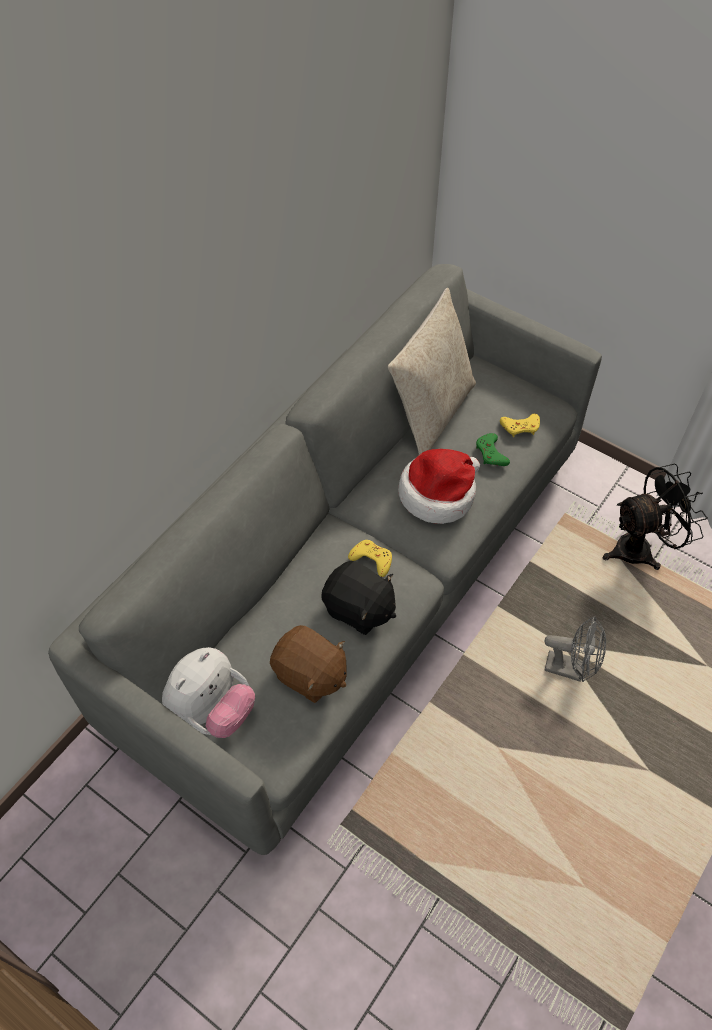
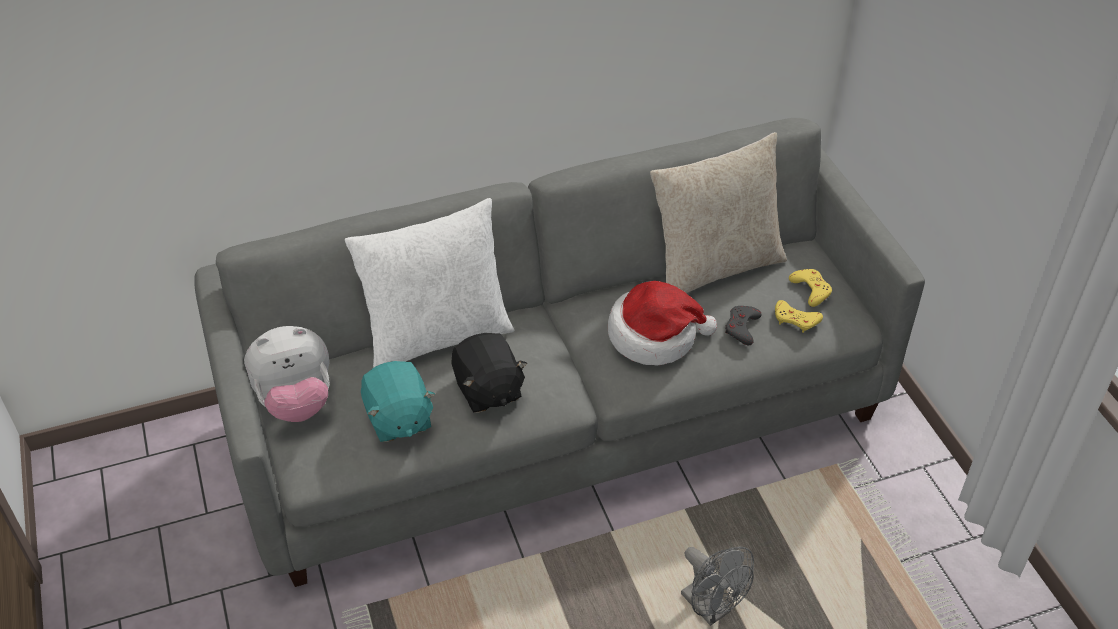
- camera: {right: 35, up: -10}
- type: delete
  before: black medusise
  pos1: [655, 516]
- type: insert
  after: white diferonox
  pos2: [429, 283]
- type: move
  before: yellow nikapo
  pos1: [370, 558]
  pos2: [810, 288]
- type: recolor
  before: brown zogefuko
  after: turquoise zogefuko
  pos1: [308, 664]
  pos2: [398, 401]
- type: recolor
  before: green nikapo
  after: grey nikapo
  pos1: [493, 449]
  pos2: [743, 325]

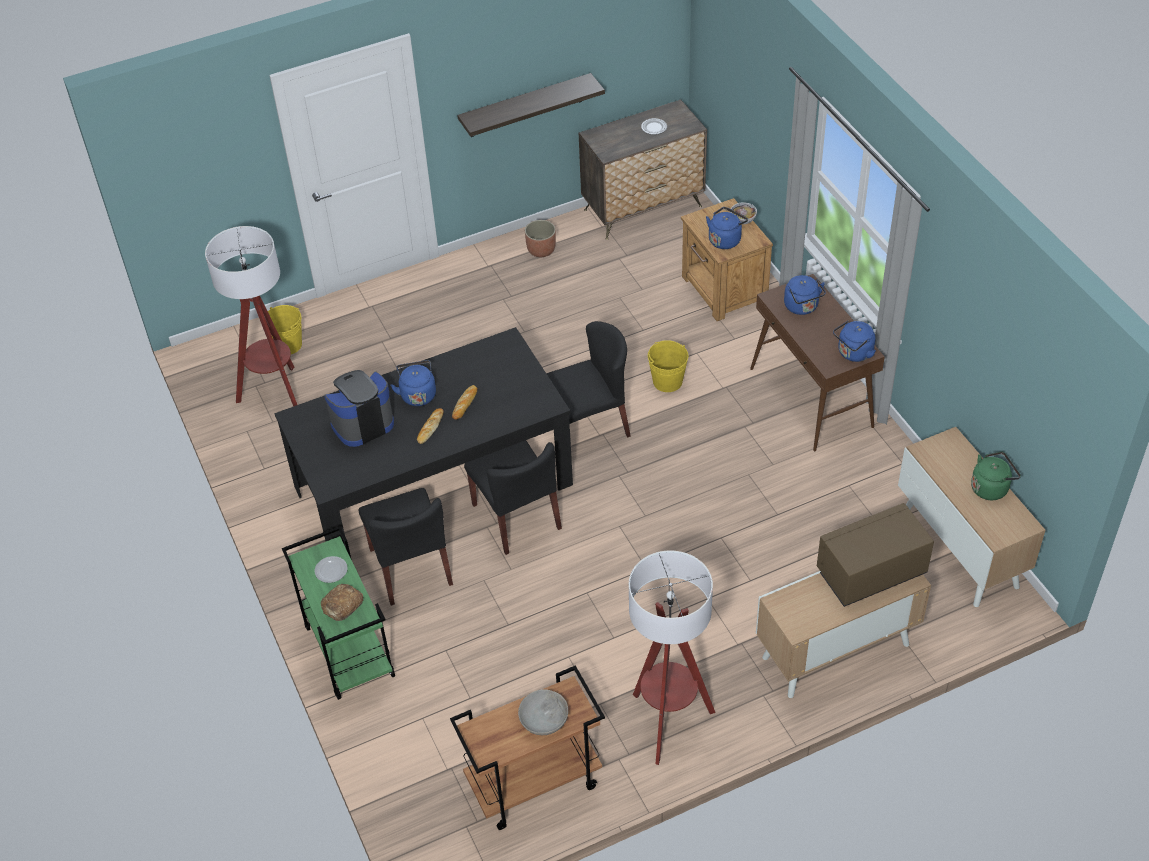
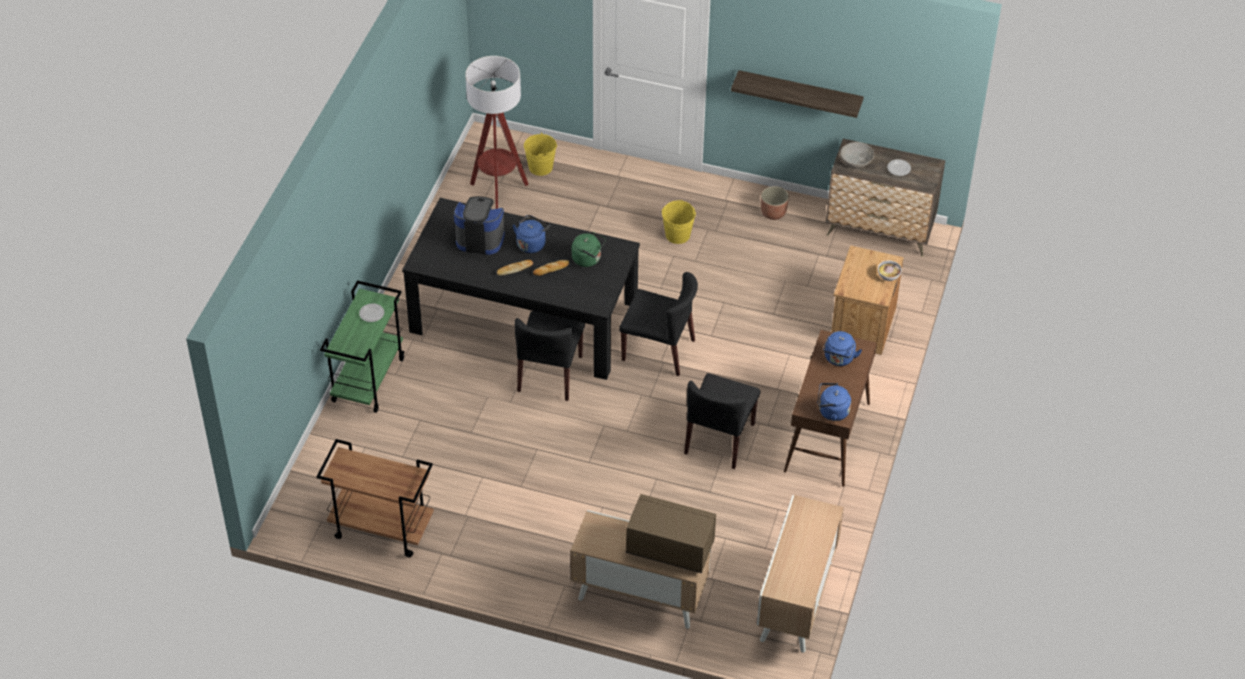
- camera: {right: 40, up: 0}
- type: delete
  before: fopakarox
  pos1: [342, 602]
- type: delete
  before: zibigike
  pos1: [672, 657]
- type: delete
  before: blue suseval
  pos1: [727, 228]
- type: move
  before: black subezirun
  pos1: [405, 547]
  pos2: [722, 421]
- type: move
  before: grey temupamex
  pos1: [543, 712]
  pos2: [857, 155]
- type: move
  before: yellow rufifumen
  pos1: [668, 366]
  pos2: [678, 222]
- type: move
  before: green suseval
  pos1: [996, 476]
  pos2: [589, 249]

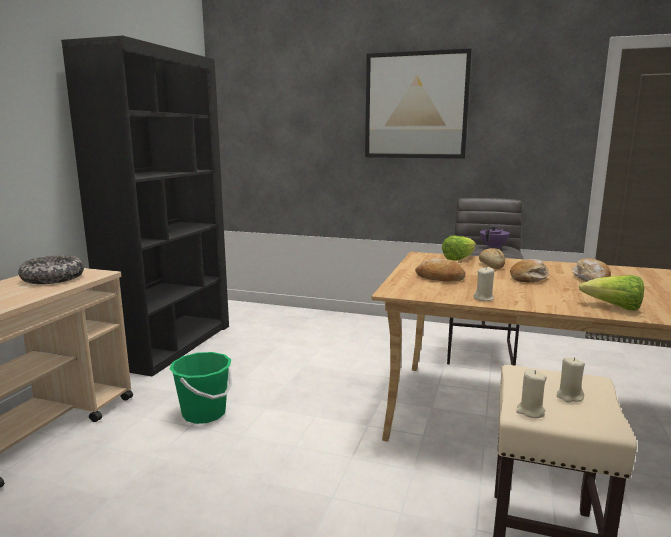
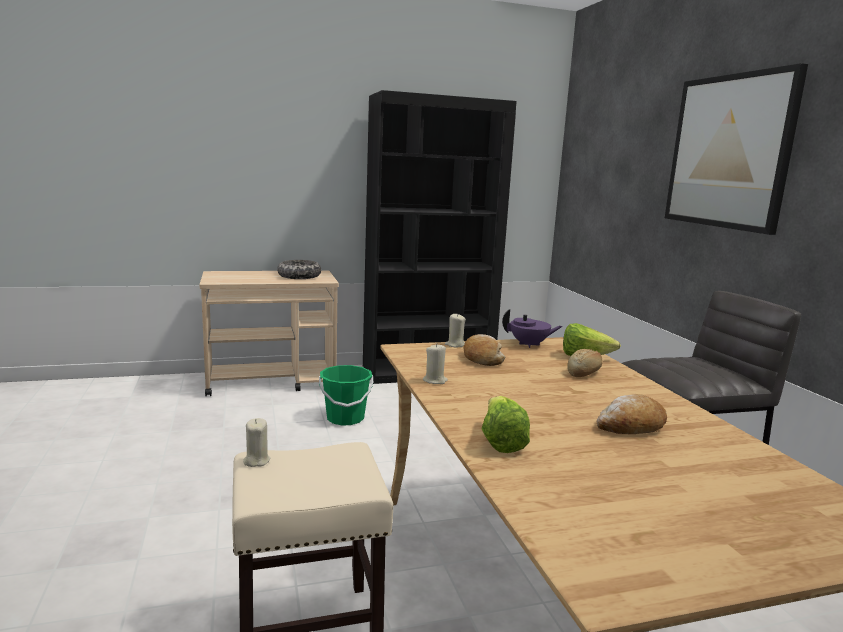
- camera: {right: 55, up: 0}
- type: delete
  before: fopakarox
  pos1: [529, 271]
- type: move
  before: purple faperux
  pos1: [495, 236]
  pos2: [532, 328]
- type: move
  before: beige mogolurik
  pos1: [571, 379]
  pos2: [455, 330]

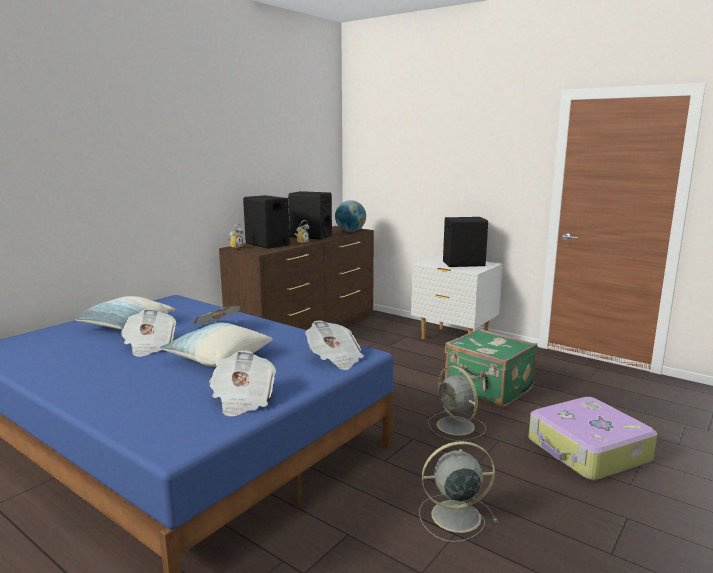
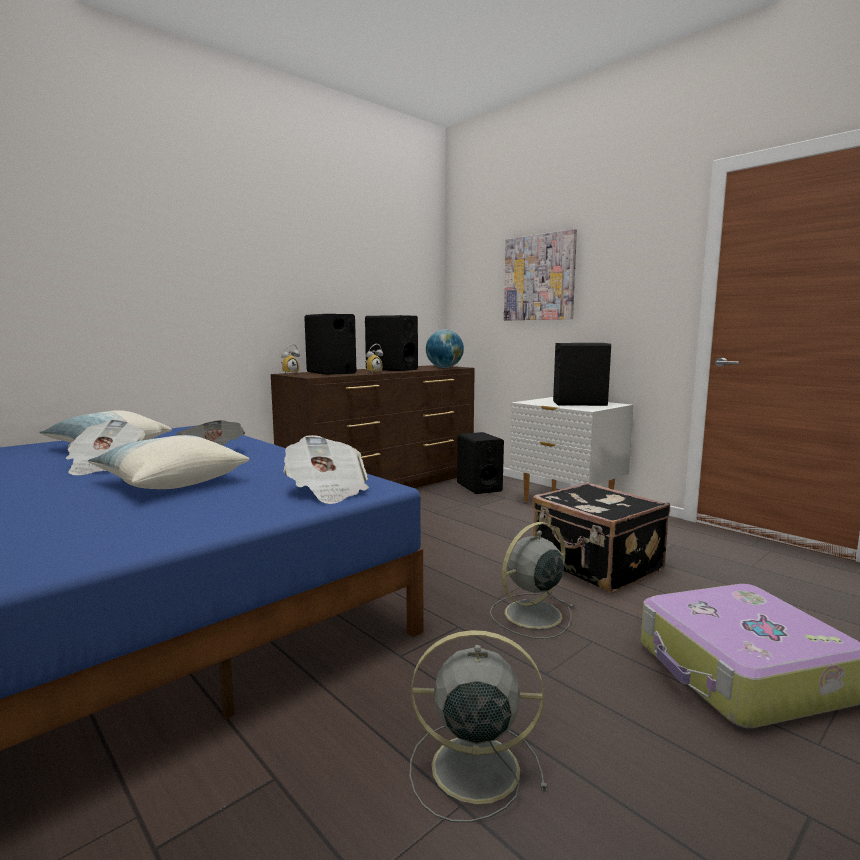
- camera: {right: 10, up: -5}
- type: delete
  before: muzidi
  pos1: [242, 384]
- type: insert
  after: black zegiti
  pos2: [480, 463]
- type: insert
  after: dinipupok
  pos2: [540, 274]
- type: recolor
  before: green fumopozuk
  after: black fumopozuk
  pos1: [491, 367]
  pos2: [601, 537]
- type: rotate
  before: grey medusise
  pos1: [457, 403]
  pos2: [532, 580]
  turn: 75

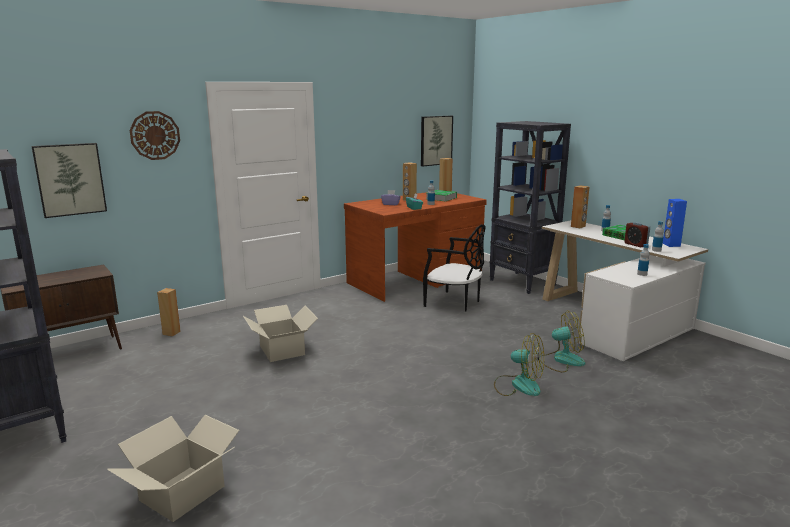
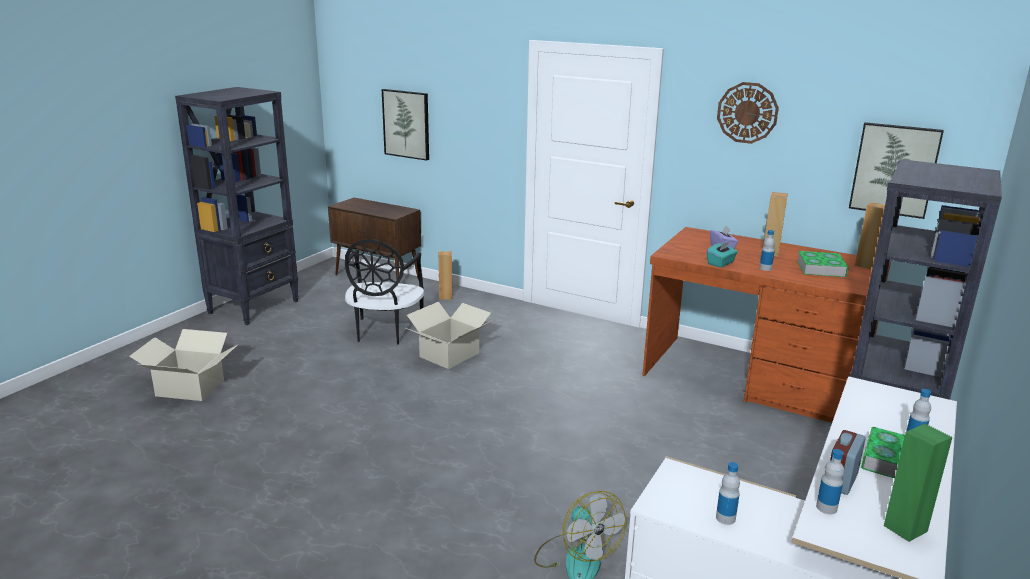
- camera: {right: 65, up: 5}
- type: delete
  before: medusise
  pos1: [519, 364]
- type: delete
  before: brown zegiti
  pos1: [580, 206]
- type: move
  before: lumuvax
  pos1: [155, 135]
  pos2: [748, 113]
- type: move
  before: black subezirun
  pos1: [454, 268]
  pos2: [384, 292]
- type: recolor
  before: blue zegiti
  after: green zegiti
  pos1: [675, 223]
  pos2: [918, 483]

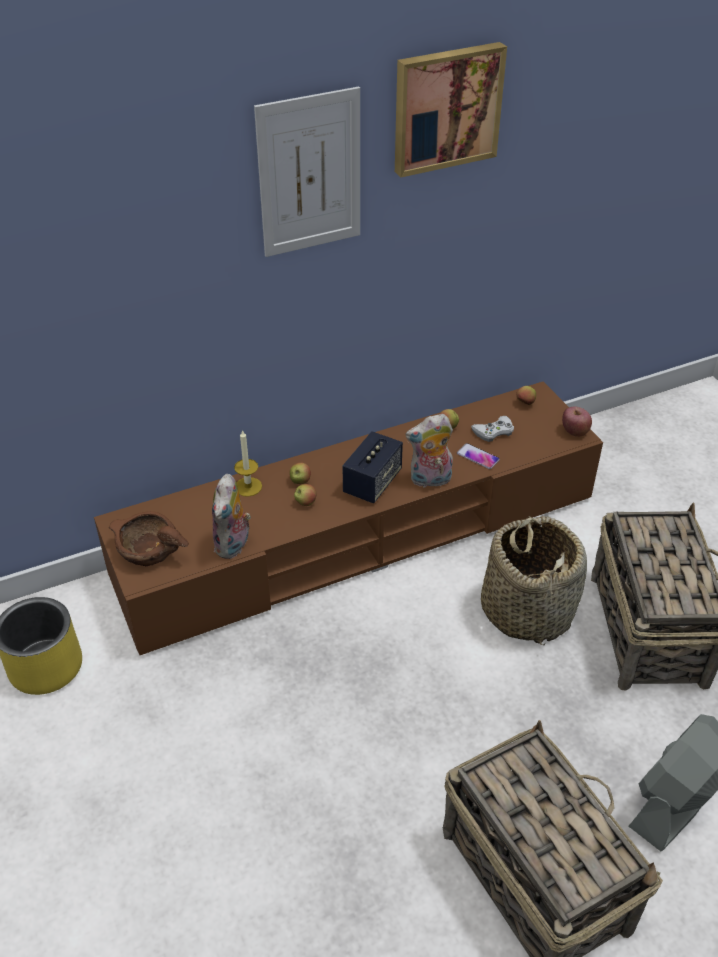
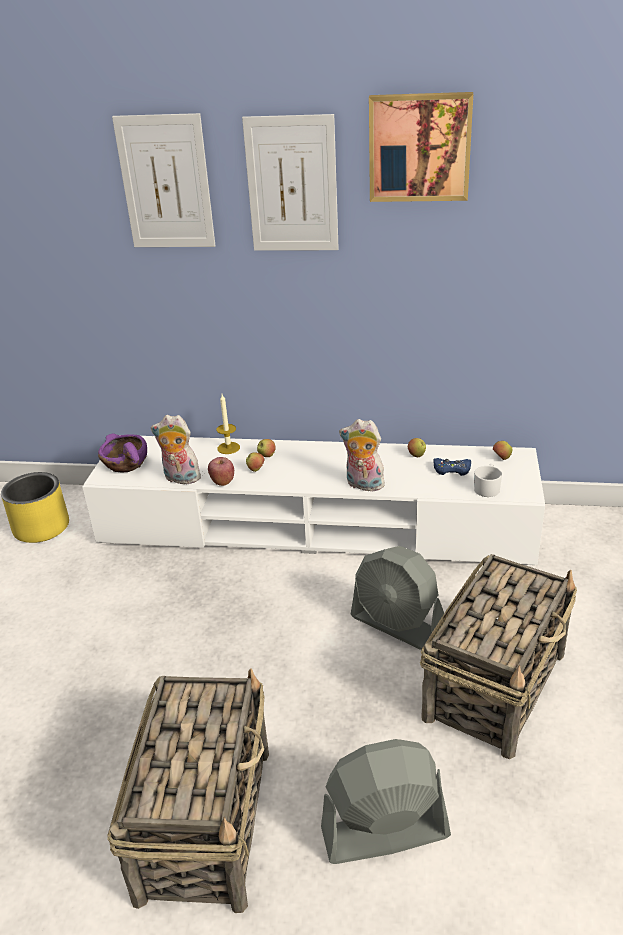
- camera: {right: 35, up: -10}
- type: delete
  before: zegiti
  pos1: [373, 467]
- type: delete
  before: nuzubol
  pos1: [478, 456]
- type: insert
  after: dinipupok
  pos2: [164, 180]
- type: insert
  after: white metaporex
  pos2: [488, 480]
- type: move
  before: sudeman
  pos1: [577, 421]
  pos2: [221, 471]
- type: replace
  before: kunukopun
  after: grey medusise
  pos1: [534, 580]
  pos2: [398, 598]
- type: recolor
  before: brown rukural
  after: white rukural
  pos1: [348, 518]
  pos2: [313, 500]
- type: recolor
  before: brown temupamex
  after: purple temupamex
  pos1: [149, 538]
  pos2: [122, 453]
- type: recolor
  before: white nikapo
  after: blue nikapo
  pos1: [492, 429]
  pos2: [452, 467]
- type: rotate
  before: zogefuko
  pos1: [231, 516]
  pos2: [176, 449]
  turn: 60

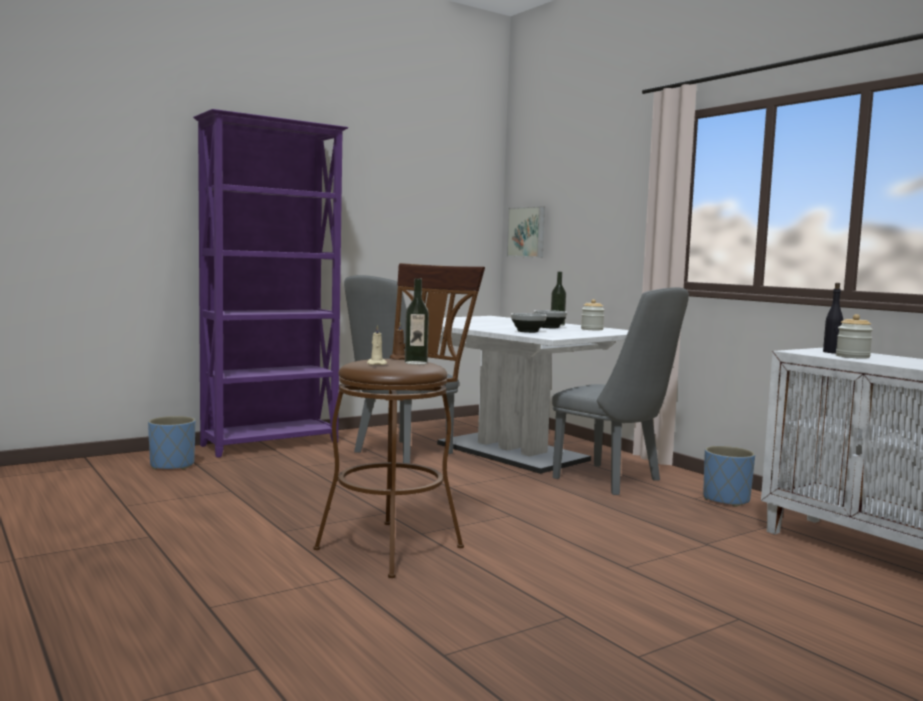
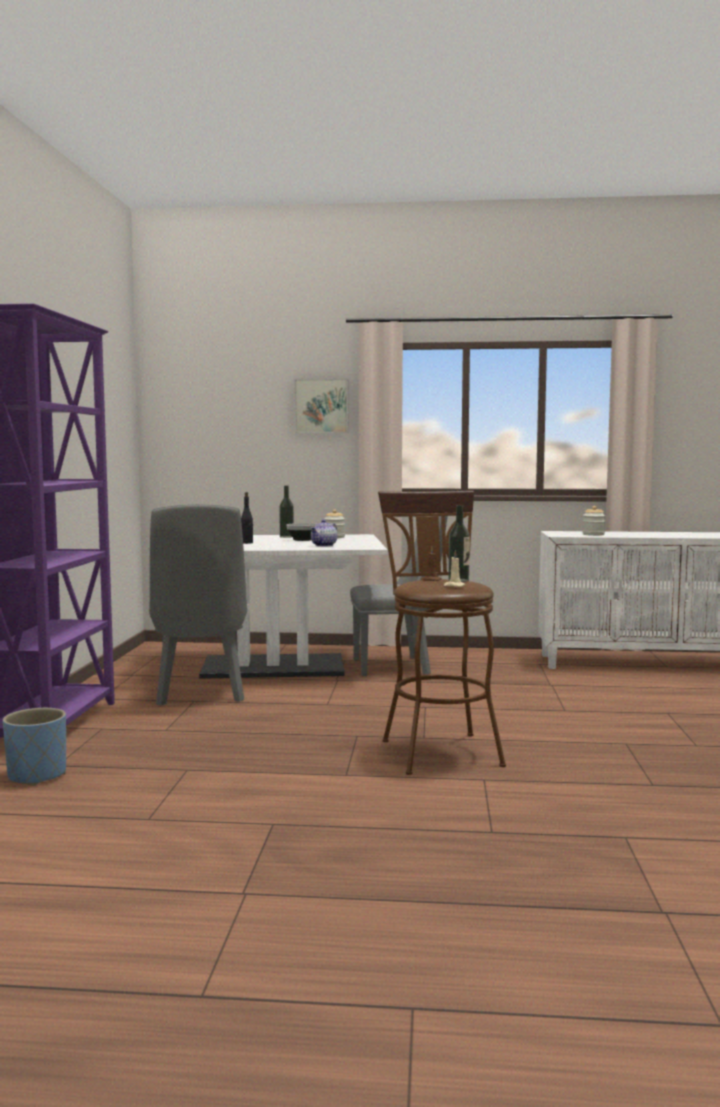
- camera: {right: -50, up: 0}
- type: delete
  before: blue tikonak
  pos1: [729, 476]
- type: move
  before: dinipupok
  pos1: [526, 232]
  pos2: [321, 406]
- type: move
  before: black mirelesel
  pos1: [833, 318]
  pos2: [247, 518]
- type: replace
  before: temupamex
  after: faperux
  pos1: [529, 323]
  pos2: [324, 533]

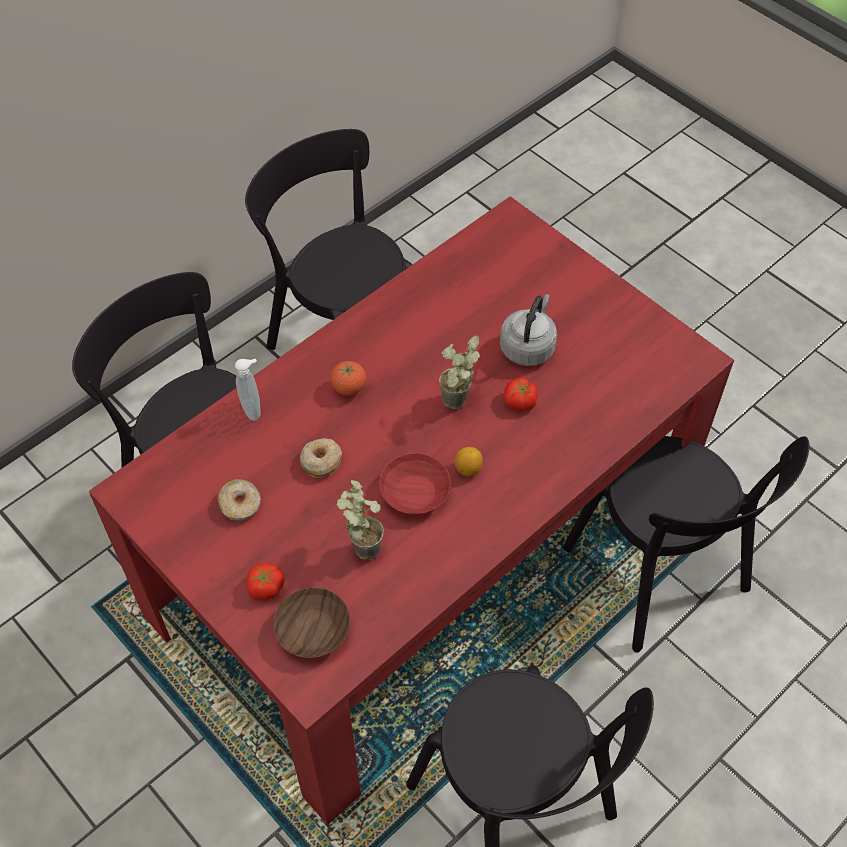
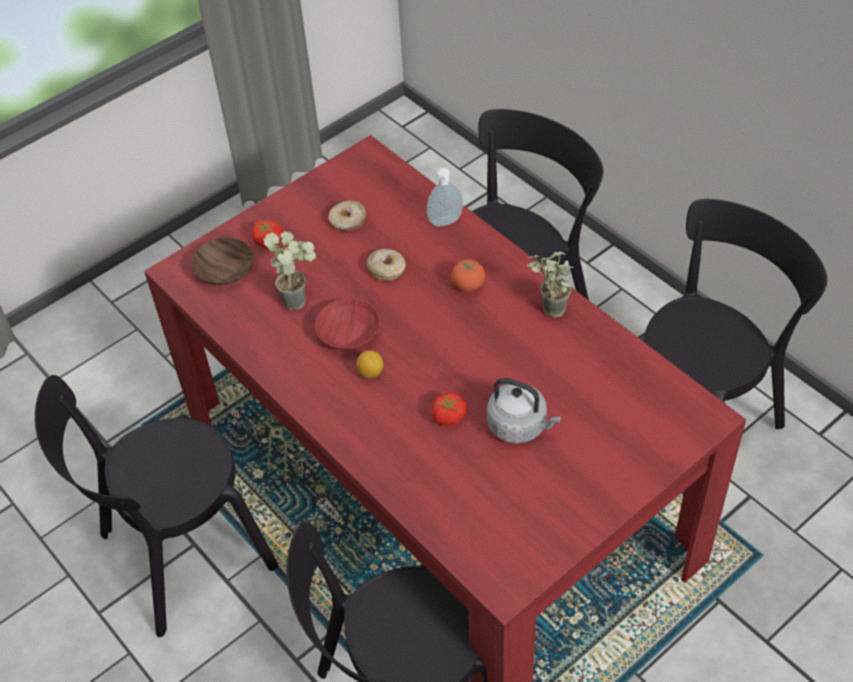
- camera: {right: 95, up: -5}
- type: move
  before: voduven
  pos1: [459, 372]
  pos2: [550, 284]

